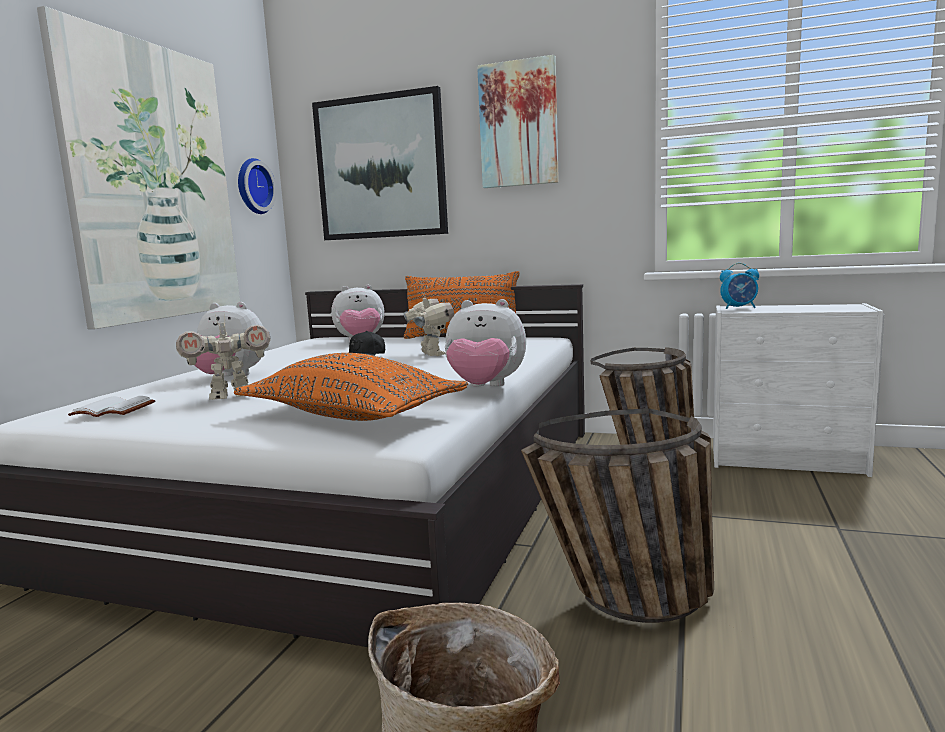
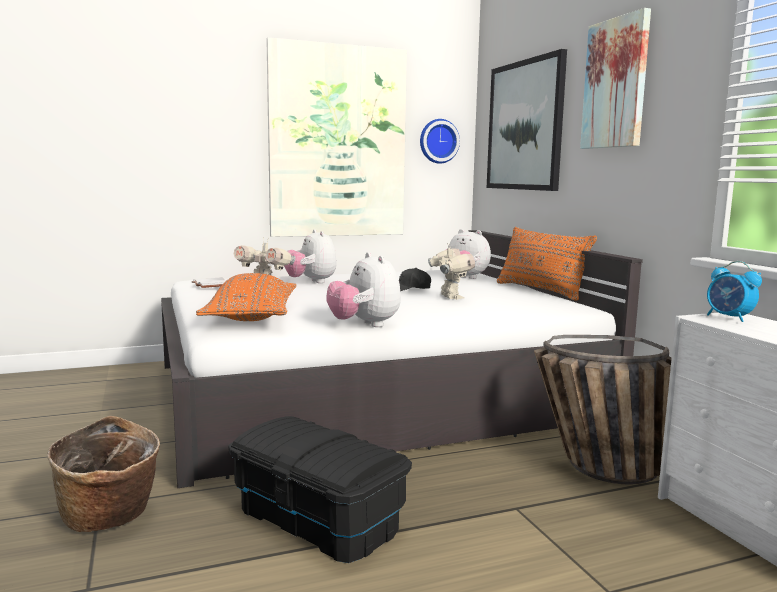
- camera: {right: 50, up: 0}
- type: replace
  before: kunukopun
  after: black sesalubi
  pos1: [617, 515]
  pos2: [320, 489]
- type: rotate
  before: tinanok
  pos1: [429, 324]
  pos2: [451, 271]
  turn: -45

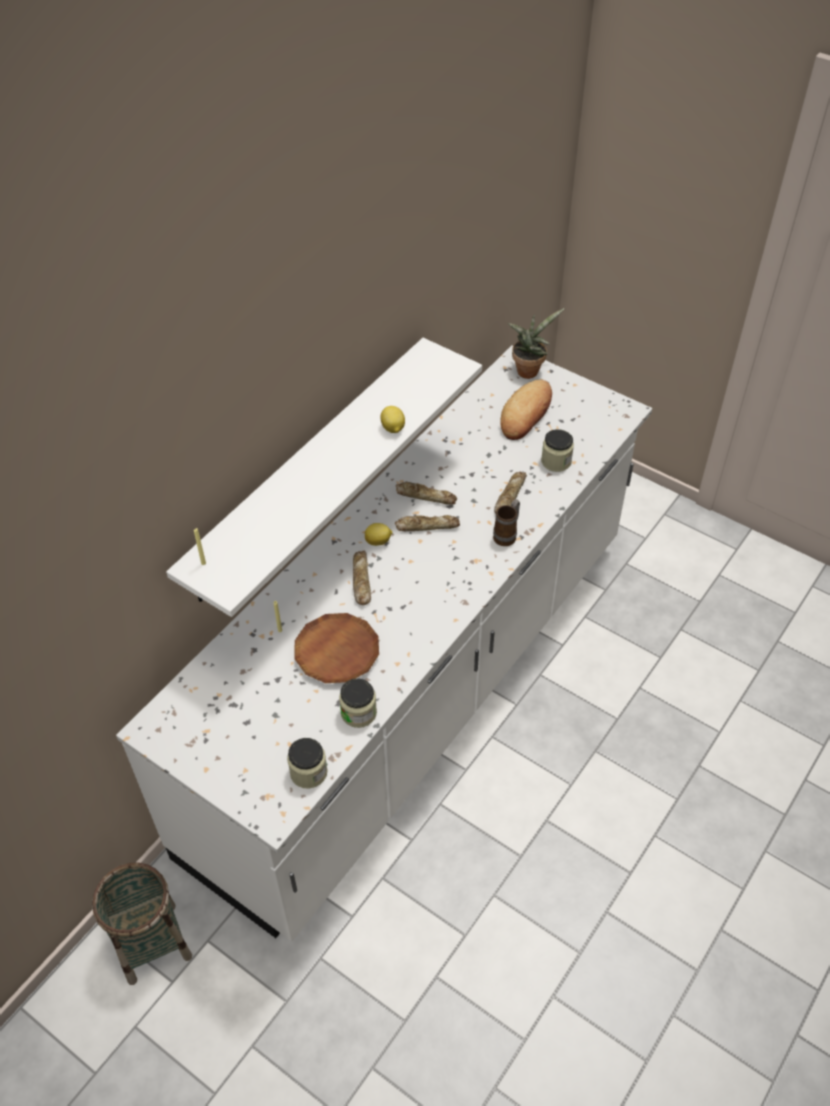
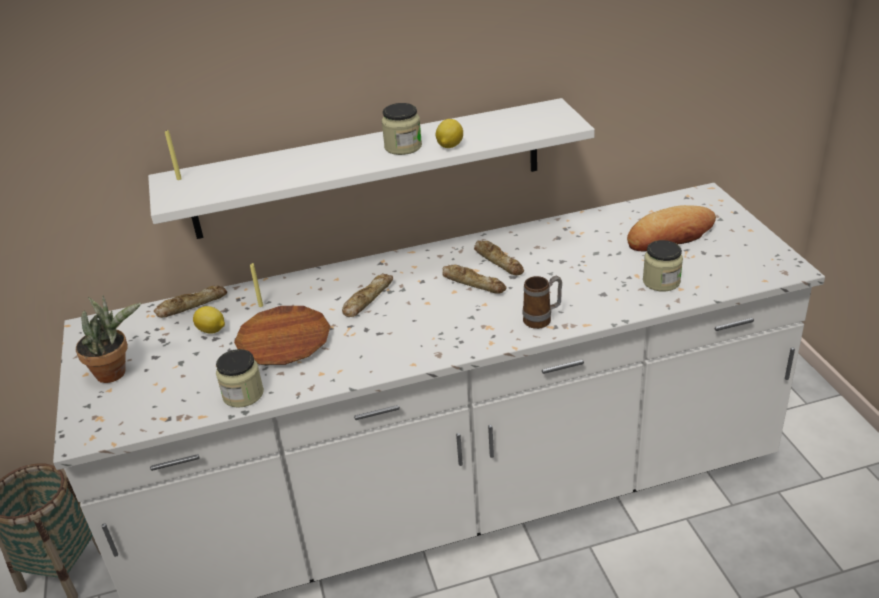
- camera: {right: 40, up: -15}
- type: move
  before: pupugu
  pos1: [307, 763]
  pos2: [401, 129]
- type: move
  before: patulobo
  pos1: [378, 534]
  pos2: [209, 320]
- type: move
  before: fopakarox
  pos1: [510, 493]
  pos2: [190, 301]
- type: move
  before: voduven
  pos1: [536, 343]
  pos2: [108, 339]

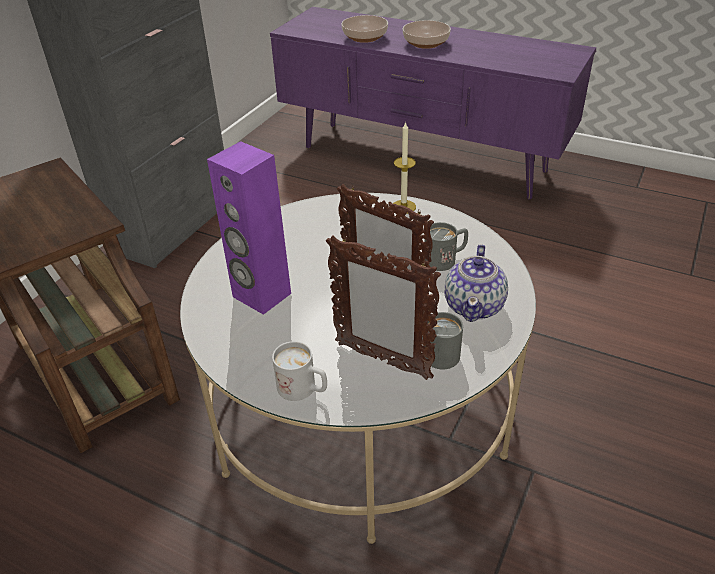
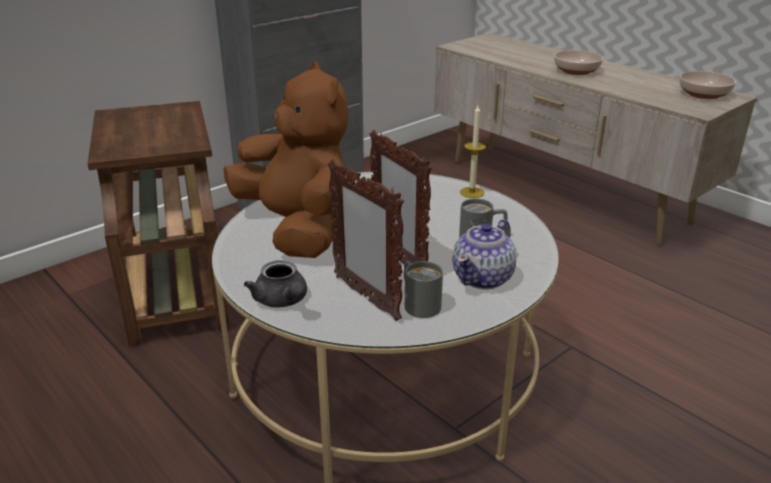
- camera: {right: 20, up: -10}
- type: move
  before: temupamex
  pos1: [364, 29]
  pos2: [707, 85]
- type: replace
  before: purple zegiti
  after: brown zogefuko
  pos1: [249, 228]
  pos2: [286, 160]
- type: replace
  before: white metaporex
  after: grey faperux
  pos1: [299, 371]
  pos2: [275, 284]
- type: recolor
  before: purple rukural
  after: beige rukural
  pos1: [433, 103]
  pos2: [595, 139]

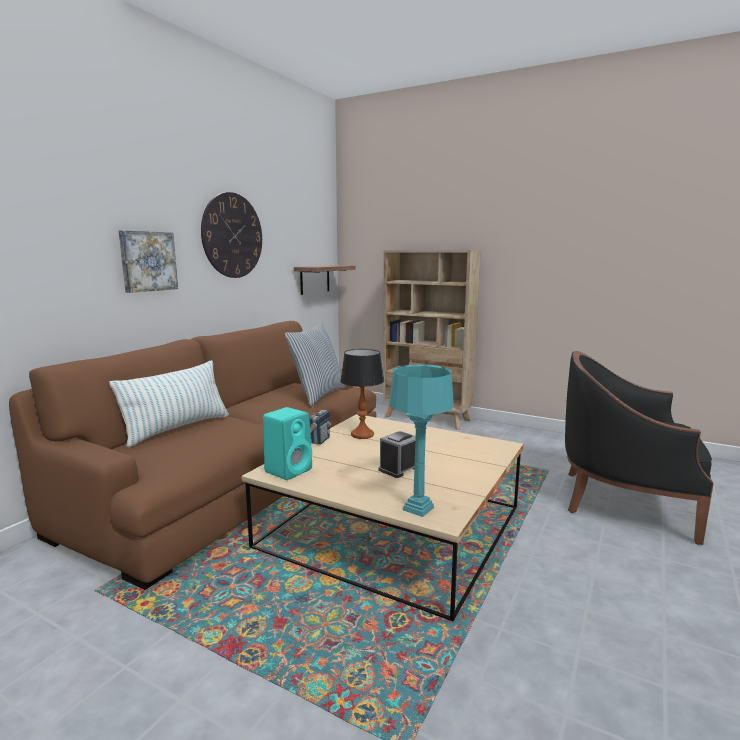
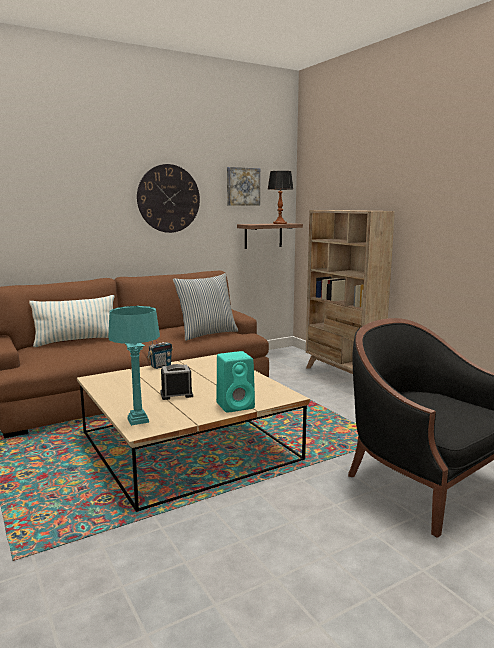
- camera: {right: 30, up: 0}
- type: move
  before: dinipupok
  pos1: [148, 261]
  pos2: [243, 186]
- type: move
  before: turquoise zegiti
  pos1: [287, 443]
  pos2: [235, 382]
- type: move
  before: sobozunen
  pos1: [362, 394]
  pos2: [280, 197]

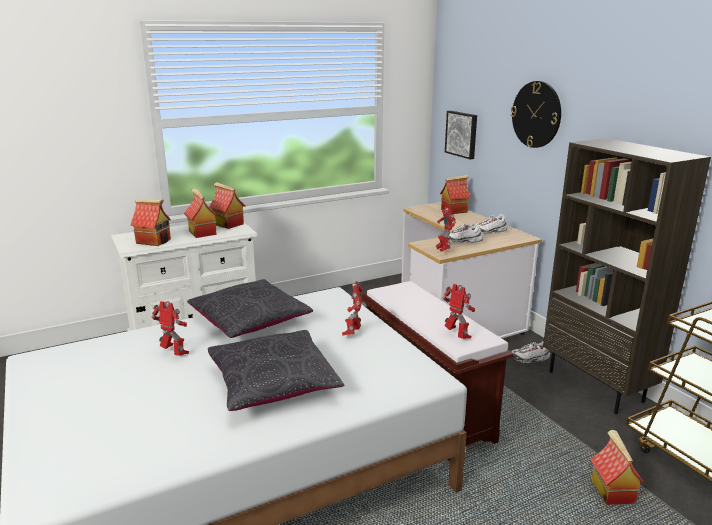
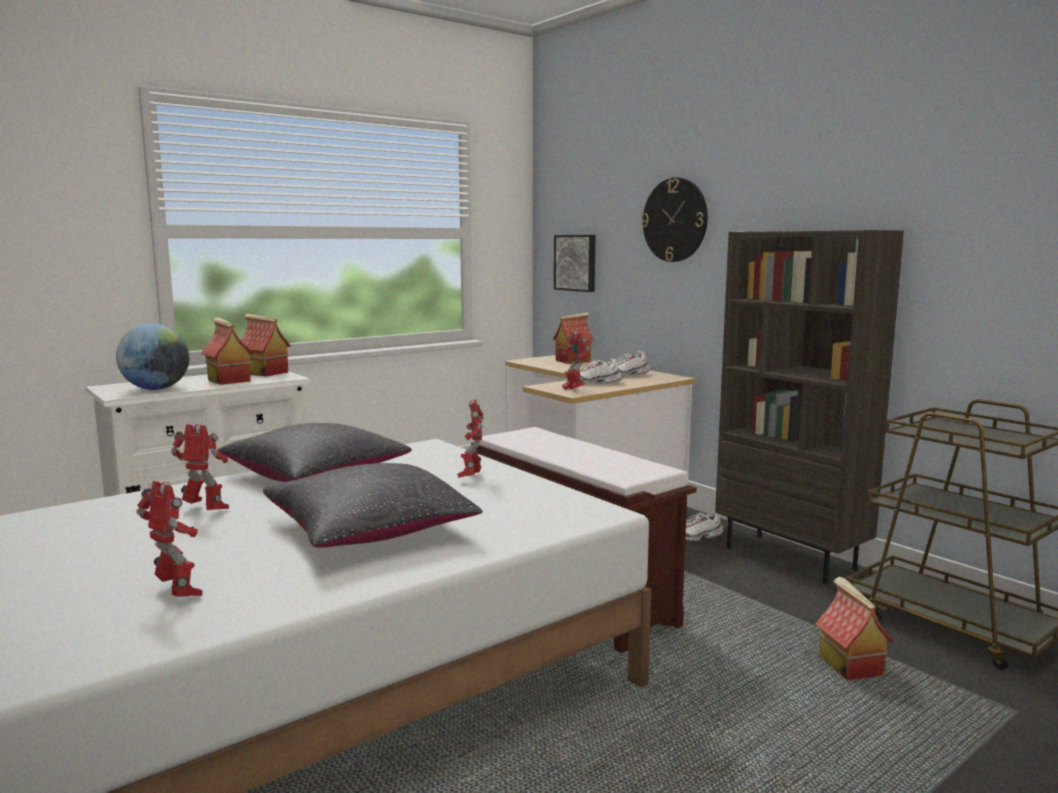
- camera: {right: -10, up: -10}
- type: move
  before: tinanok
  pos1: [459, 311]
  pos2: [169, 539]
- type: replace
  before: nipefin
  after: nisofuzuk
  pos1: [150, 223]
  pos2: [153, 357]

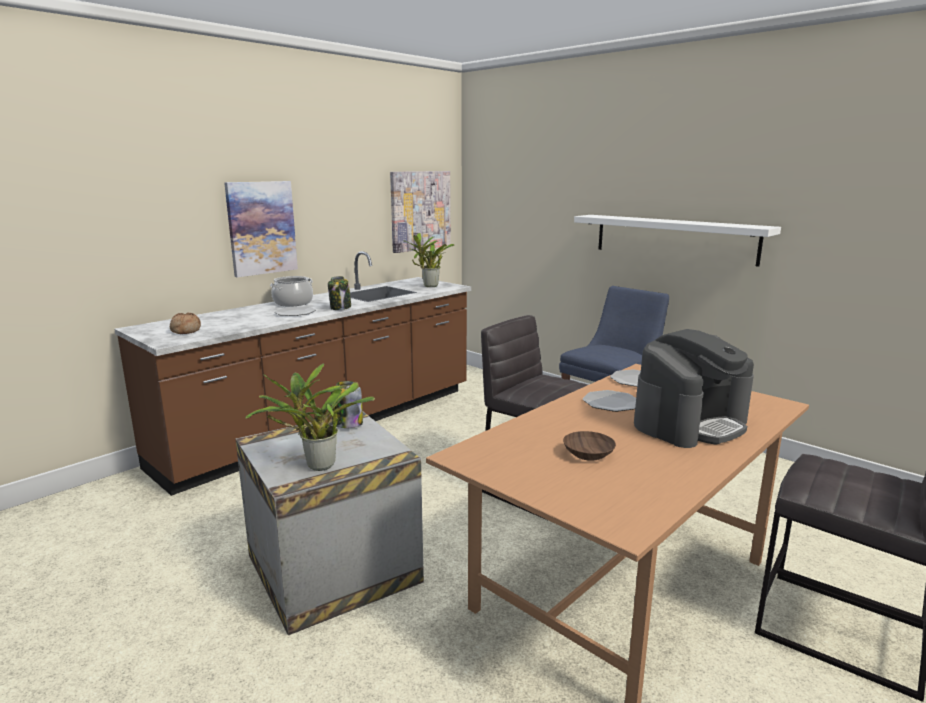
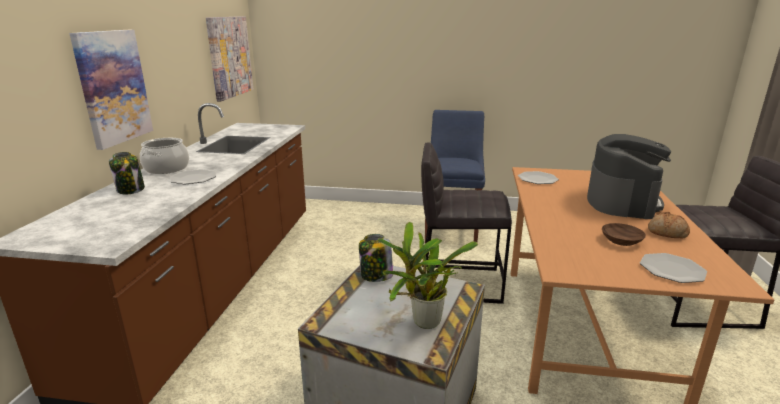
- camera: {right: -35, up: 5}
- type: delete
  before: voduven
  pos1: [428, 260]
- type: delete
  before: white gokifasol
  pos1: [677, 241]
- type: move
  before: fopakarox
  pos1: [185, 323]
  pos2: [669, 225]
- type: move
  before: pupugu
  pos1: [339, 293]
  pos2: [127, 173]
- type: move
  before: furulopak
  pos1: [609, 401]
  pos2: [673, 268]

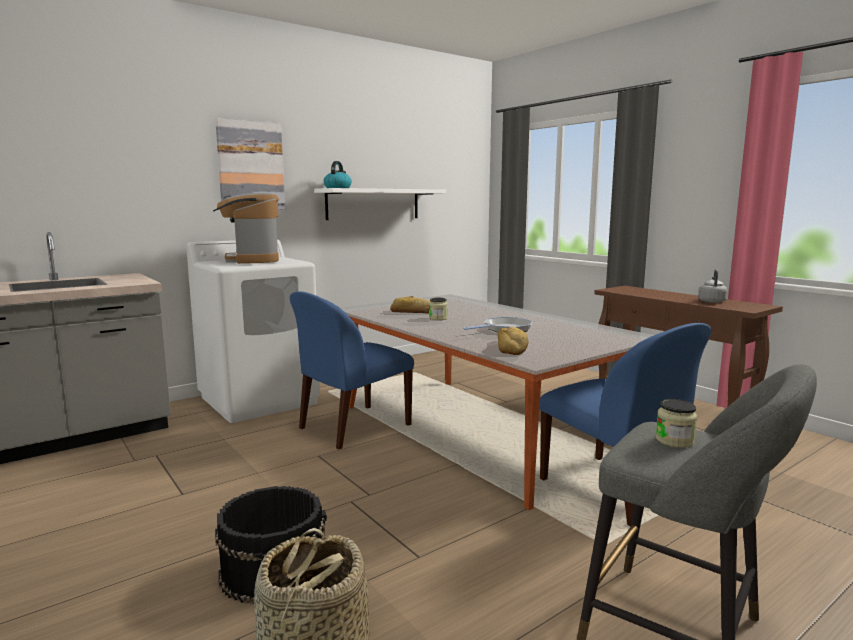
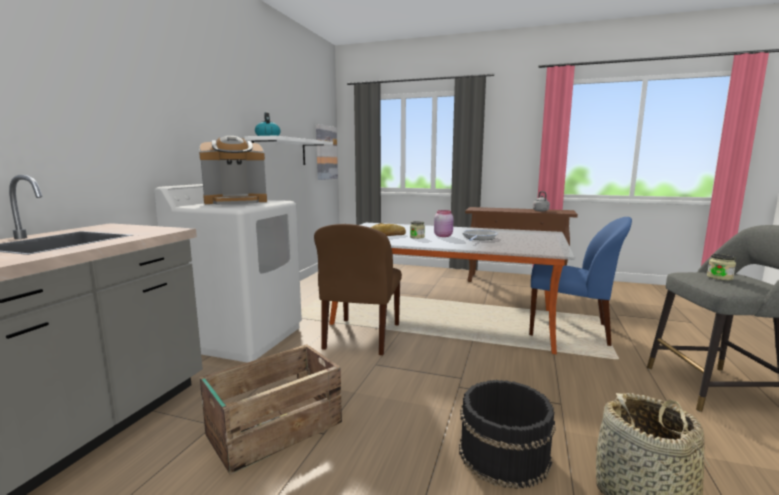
- camera: {right: -35, up: 0}
- type: delete
  before: fopakarox
  pos1: [513, 341]
- type: insert
  after: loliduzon
  pos2: [271, 409]
- type: insert
  after: pink pupugu
  pos2: [444, 223]
- type: move
  before: dinipupok
  pos1: [250, 164]
  pos2: [327, 152]
- type: recolor
  before: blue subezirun
  after: brown subezirun
  pos1: [352, 370]
  pos2: [358, 289]
- type: rotate
  before: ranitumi
  pos1: [246, 228]
  pos2: [233, 170]
  turn: -60

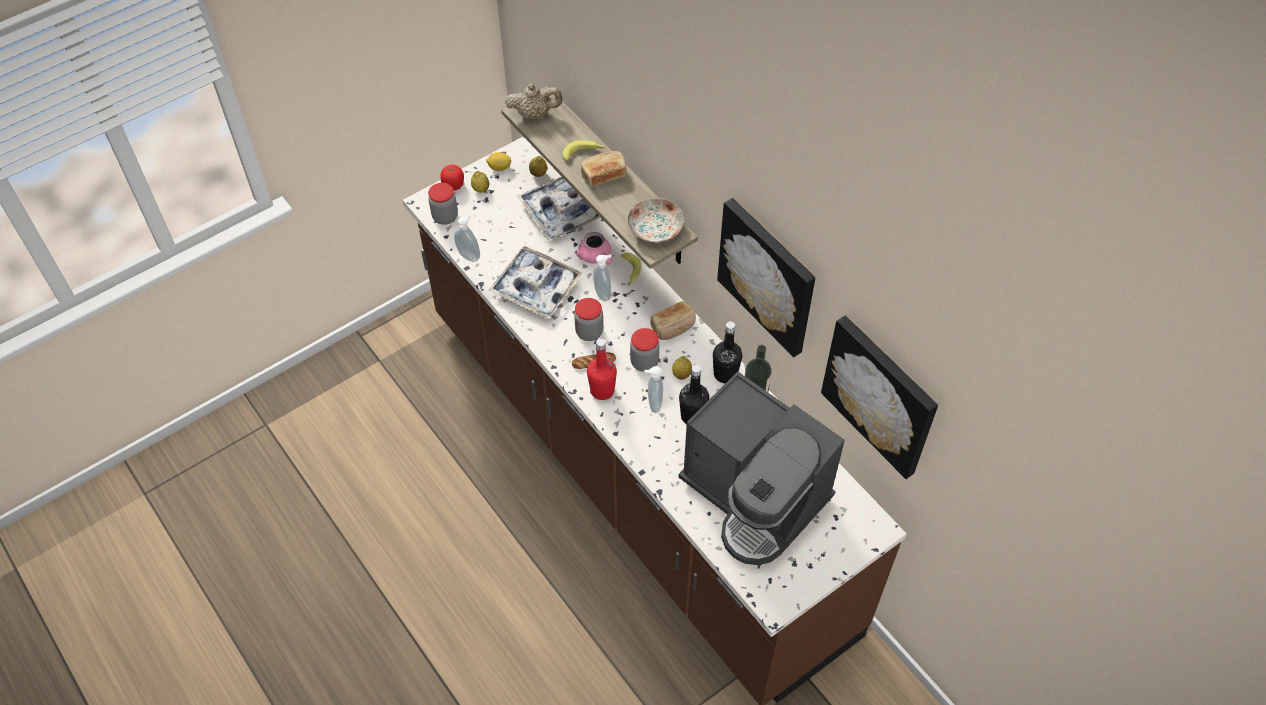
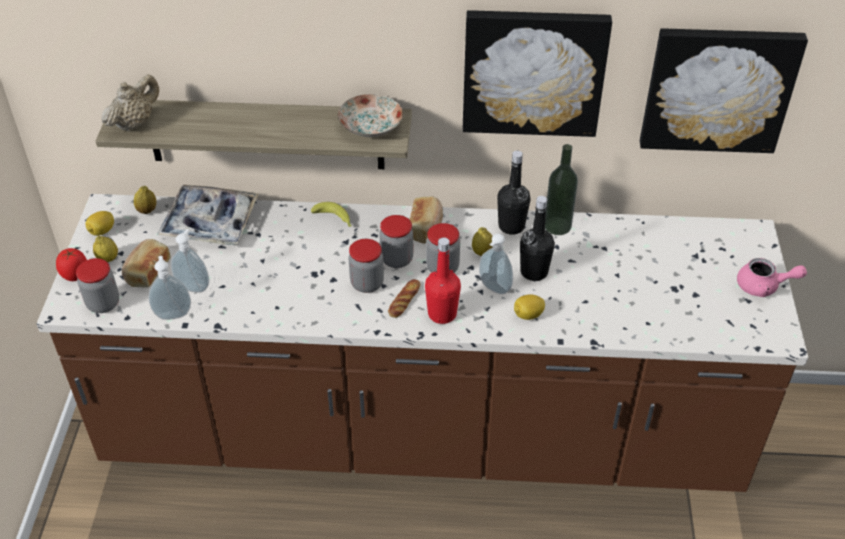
- camera: {right: -50, up: -10}
- type: delete
  before: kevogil
  pos1: [535, 282]
- type: delete
  before: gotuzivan
  pos1: [583, 150]
- type: delete
  before: ranitumi
  pos1: [761, 468]
- type: insert
  after: pupugu
  pos2: [396, 241]
- type: insert
  after: patulobo
  pos2: [529, 307]
- type: move
  before: pink faperux
  pos1: [594, 248]
  pos2: [772, 277]
- type: move
  before: fopakarox
  pos1: [604, 168]
  pos2: [146, 263]
- type: move
  before: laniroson
  pos1: [602, 278]
  pos2: [190, 261]

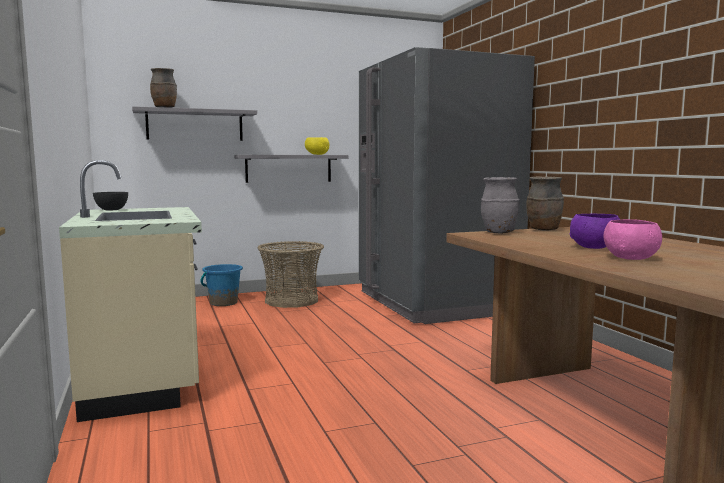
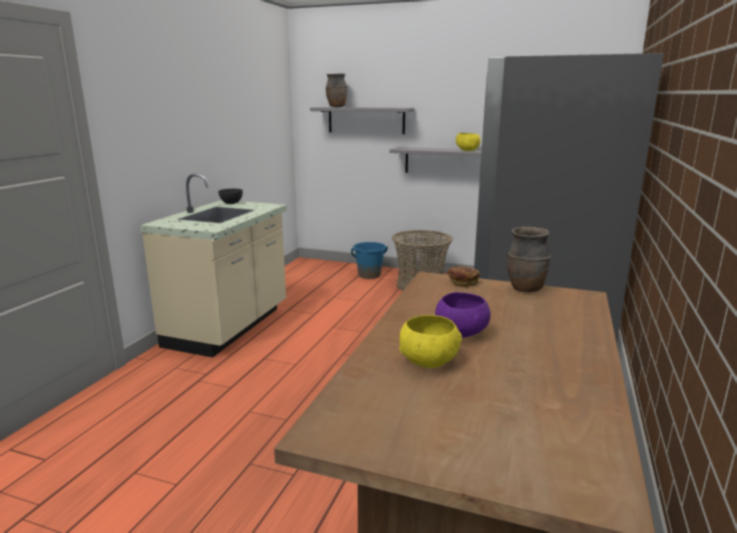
- camera: {right: 40, up: 10}
- type: replace
  before: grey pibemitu
  after: fopakarox
  pos1: [500, 205]
  pos2: [463, 276]
- type: recolor
  before: pink temupamex
  after: yellow temupamex
  pos1: [632, 239]
  pos2: [430, 341]

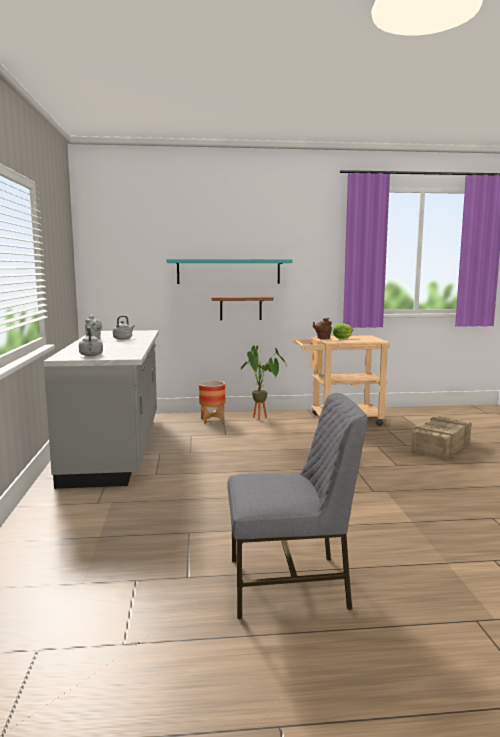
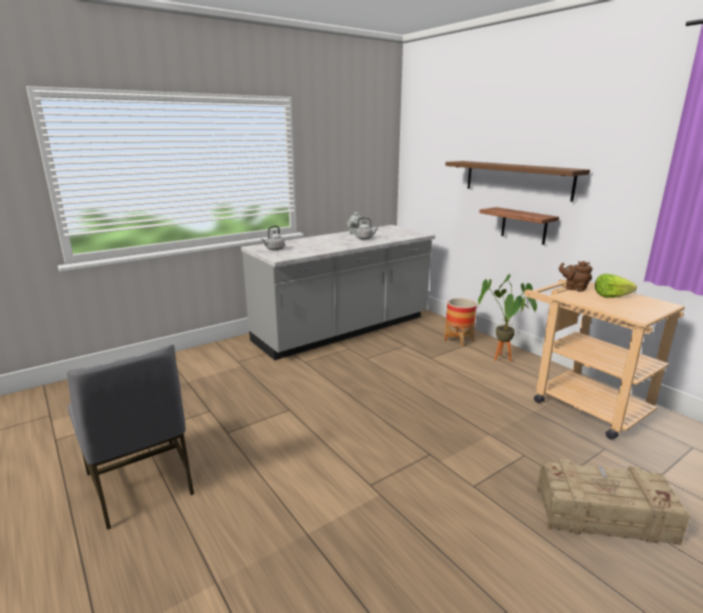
- camera: {right: 60, up: 10}
- type: recolor
  before: turquoise gokifasol
  after: brown gokifasol
  pos1: [229, 271]
  pos2: [517, 181]

